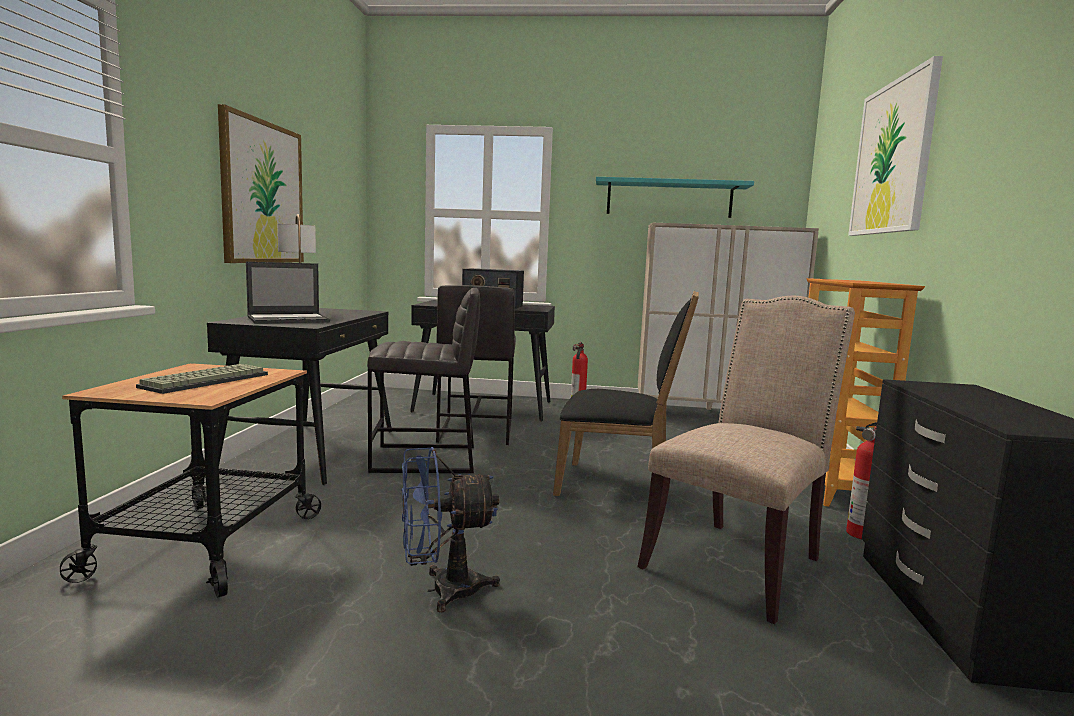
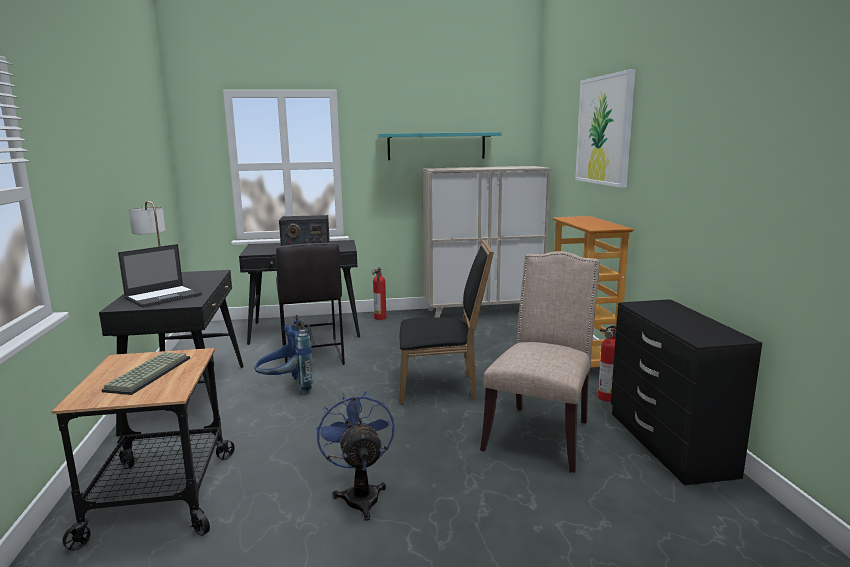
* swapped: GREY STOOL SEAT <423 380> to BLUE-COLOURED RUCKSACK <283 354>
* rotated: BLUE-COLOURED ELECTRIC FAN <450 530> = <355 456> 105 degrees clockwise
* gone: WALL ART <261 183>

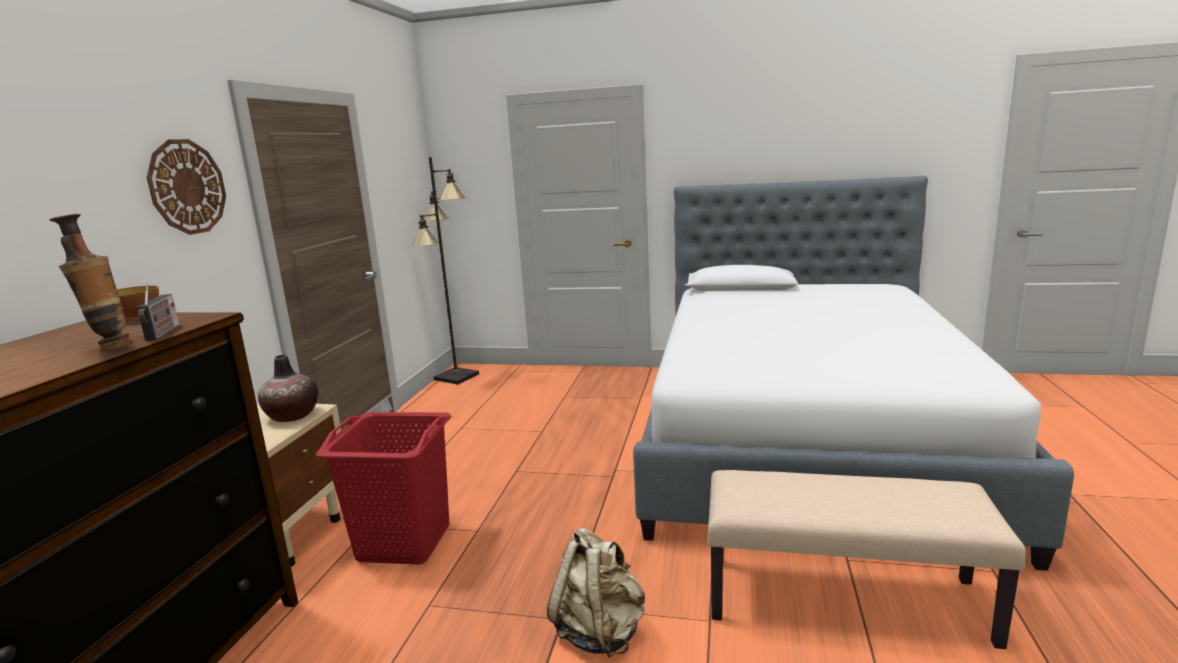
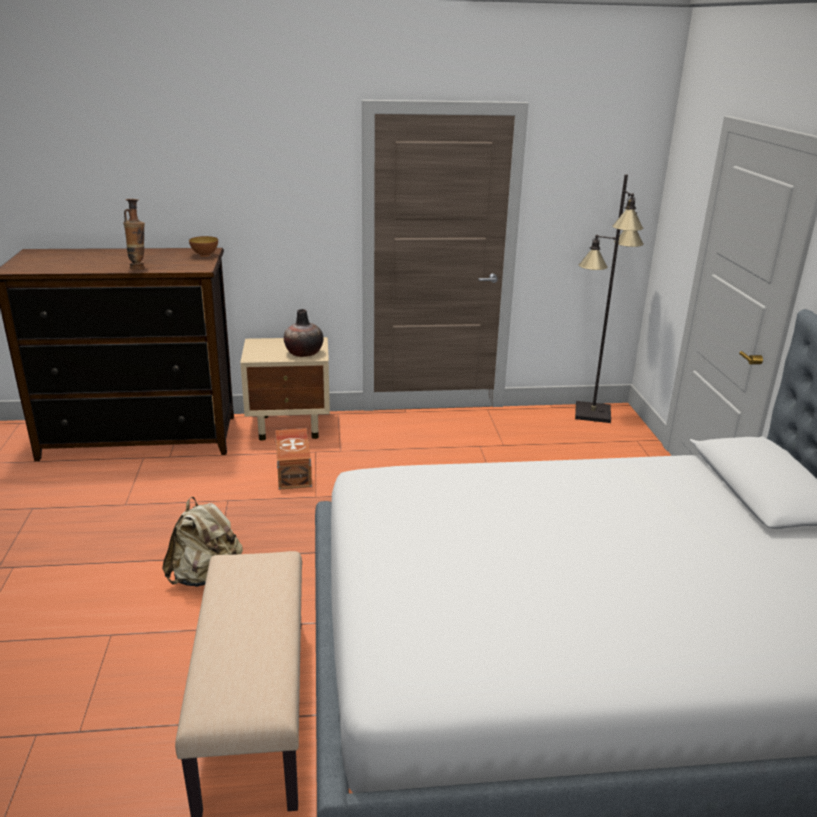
* swapped: REDDISH LAUNDRY BASKET <383 488> to BROWN STORAGE BIN <293 459>
* gone: RADIO <158 312>
* gone: CLOCK ON THE WALL <186 187>

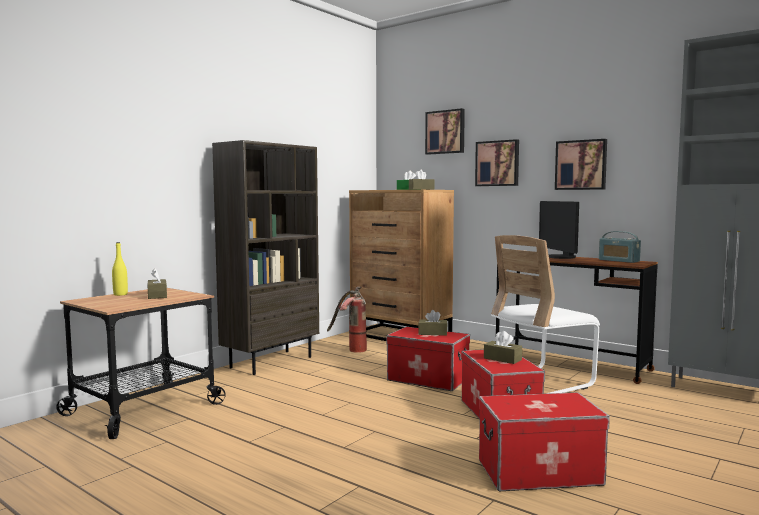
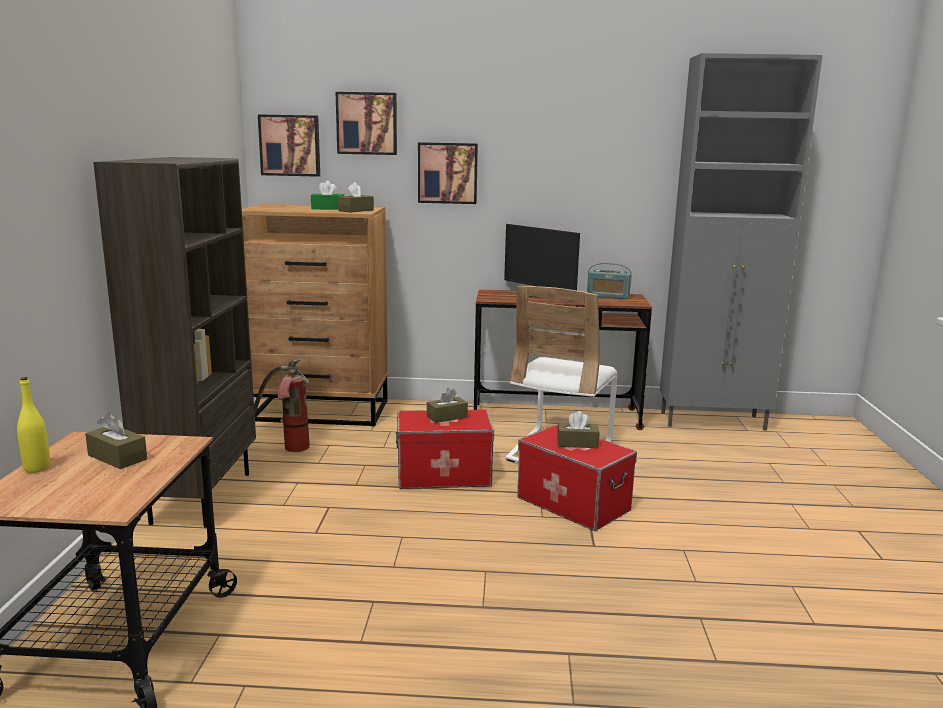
* shifted: WALL ART <581 164> to <289 145>
* gone: STORAGE BIN <544 441>

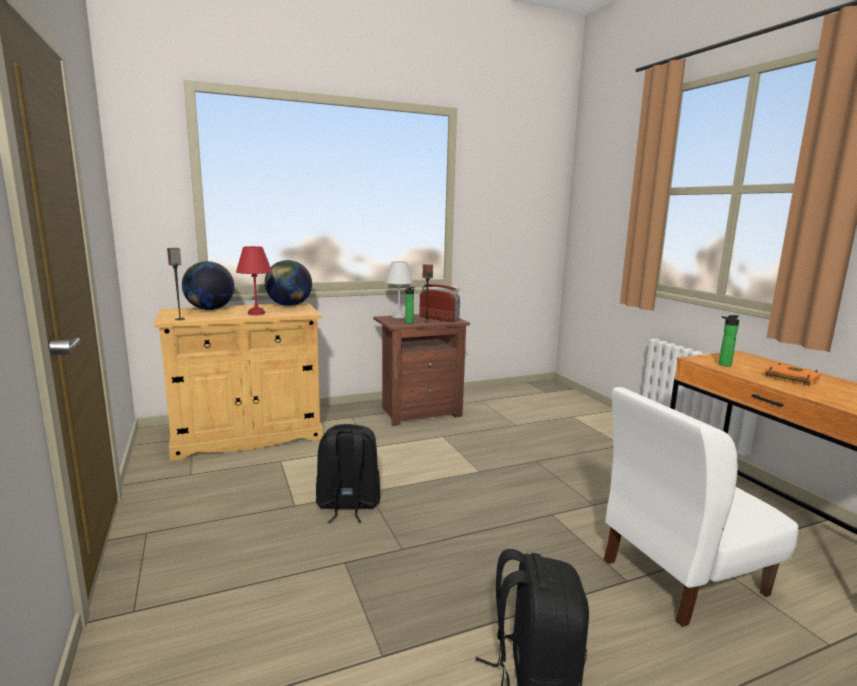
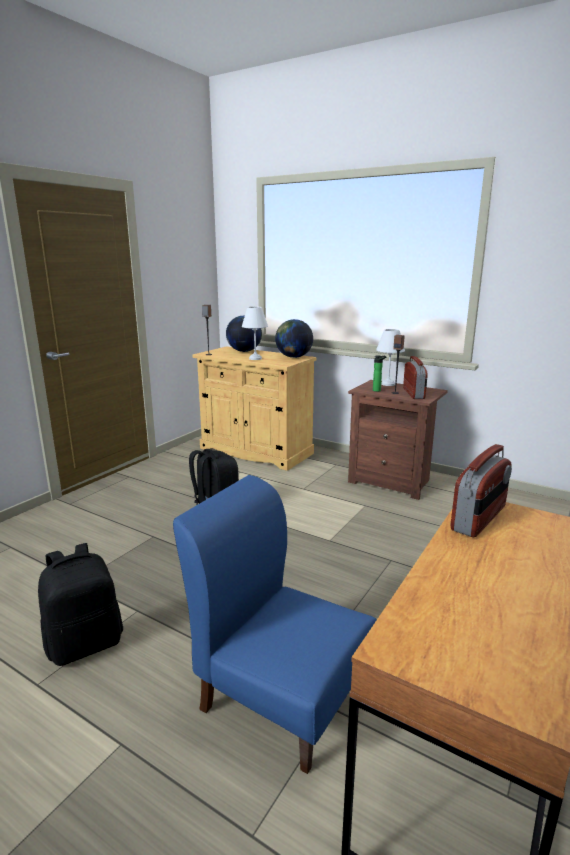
* repainted: WHITISH UPRIGHT CHAIR <700 507> to BLUE-COLOURED UPRIGHT CHAIR <275 624>
* repainted: REDDISH LAMP FOR A TABLE <254 280> to WHITISH LAMP FOR A TABLE <255 333>
* swapped: BOTTLE <729 341> to RADIO <481 490>
* gone: ORANGEY VOLUME <793 374>

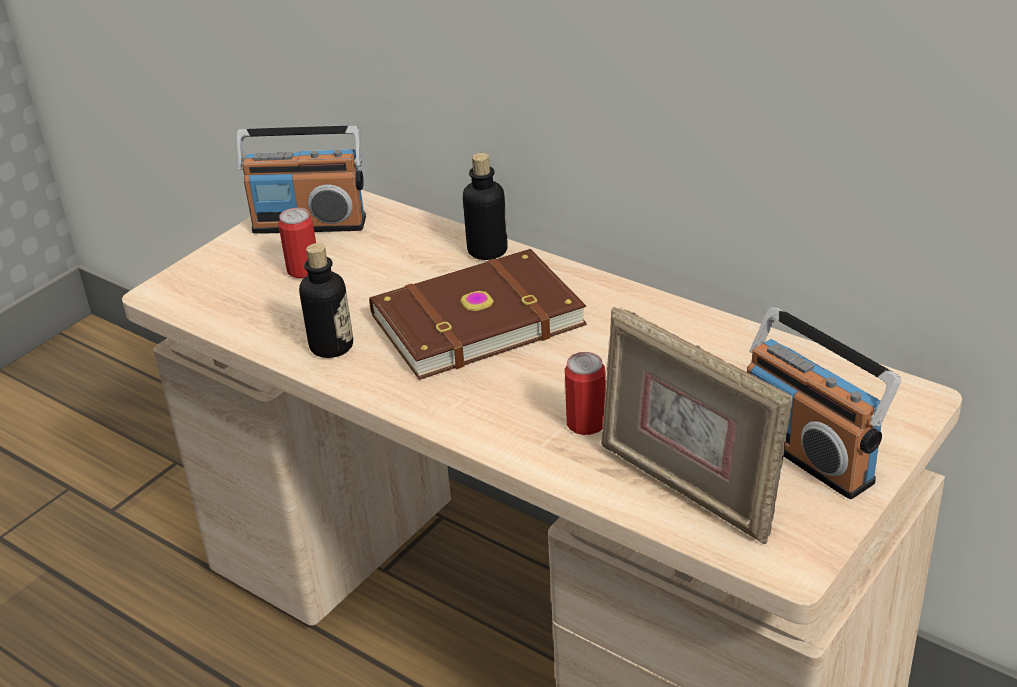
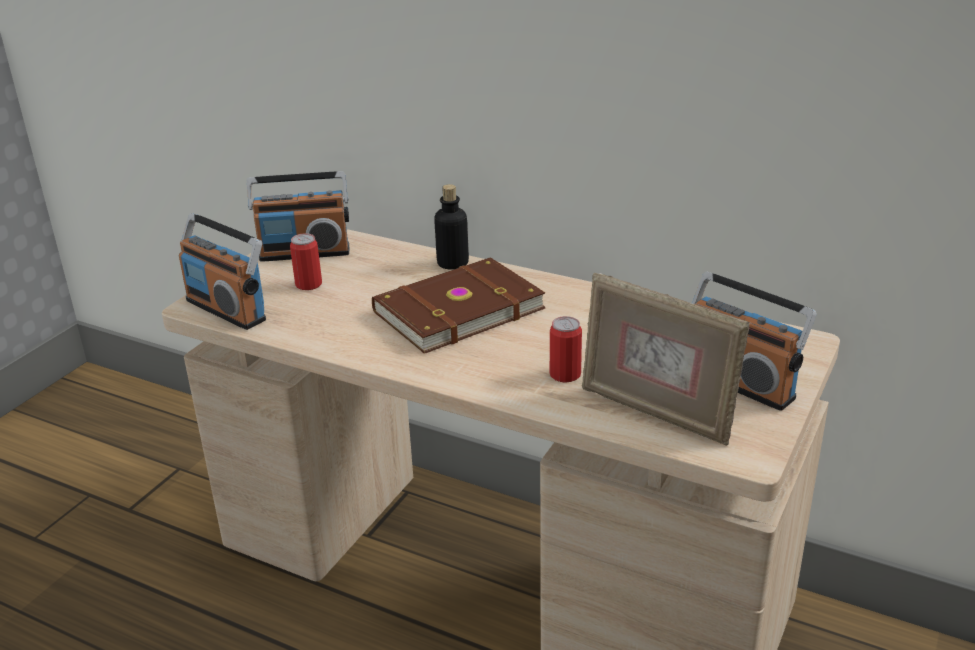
* new: RADIO <222 271>
* gone: BOTTLE <326 300>

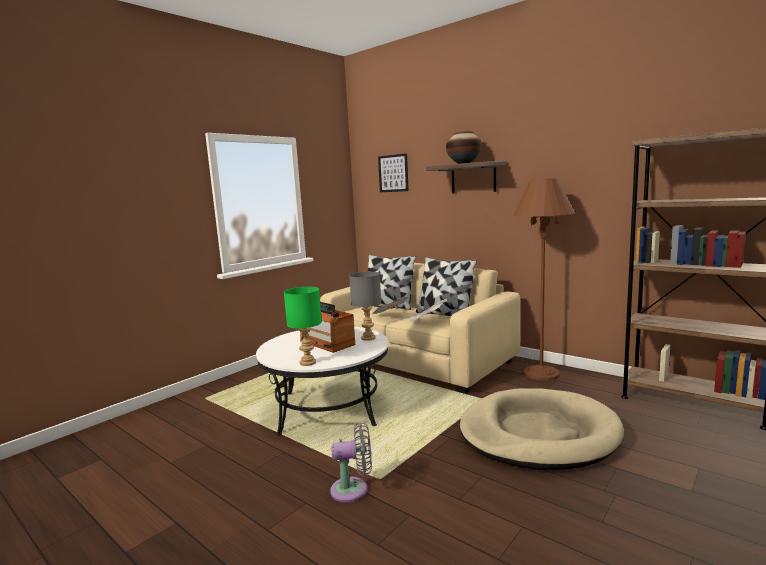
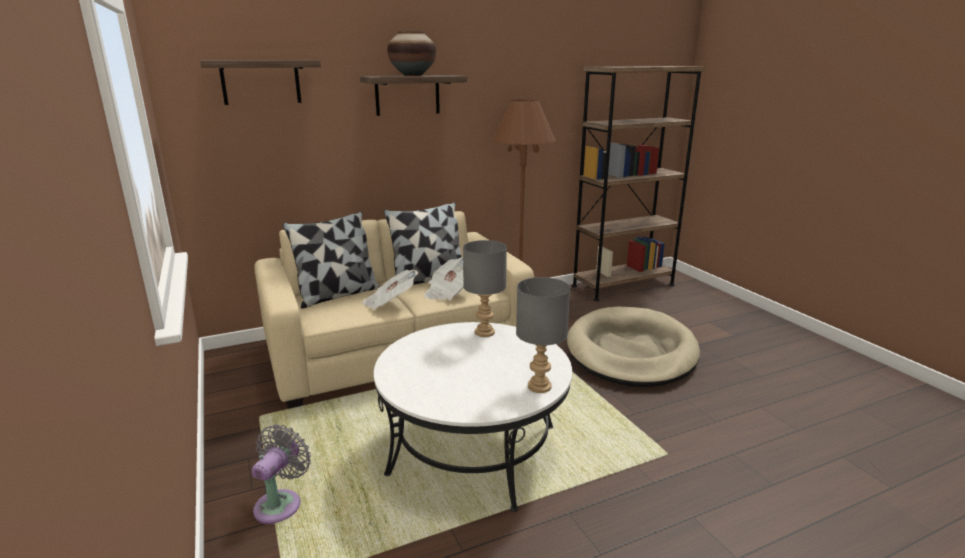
* swapped: WALL ART <393 172> to SHELF <260 82>
* shifted: GREY ELECTRIC FAN <351 462> to <281 474>
* repainted: GREENISH LAMP FOR A TABLE <303 326> to GREY LAMP FOR A TABLE <543 335>
* gone: RADIO <327 327>

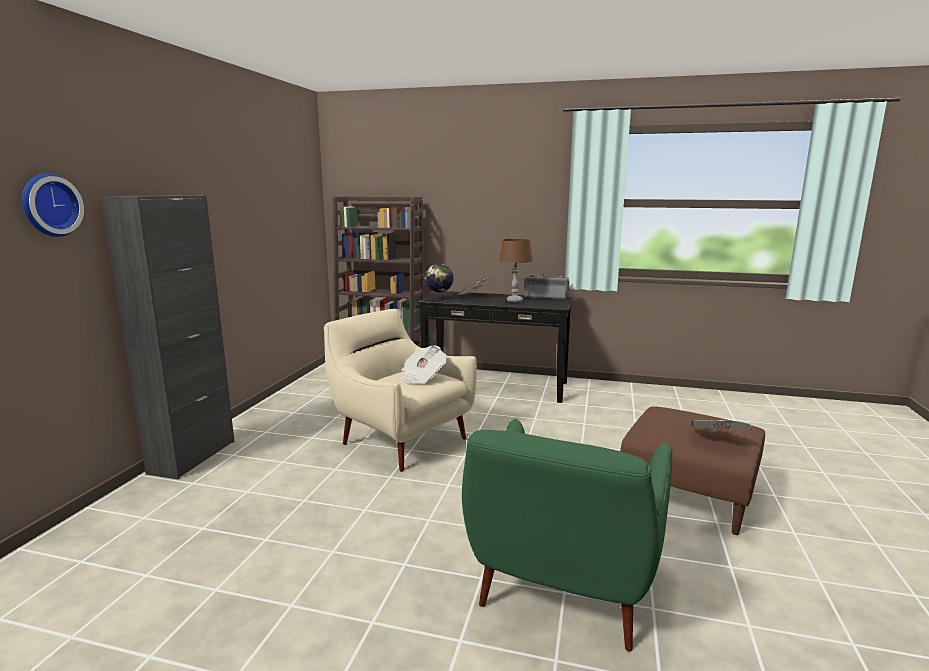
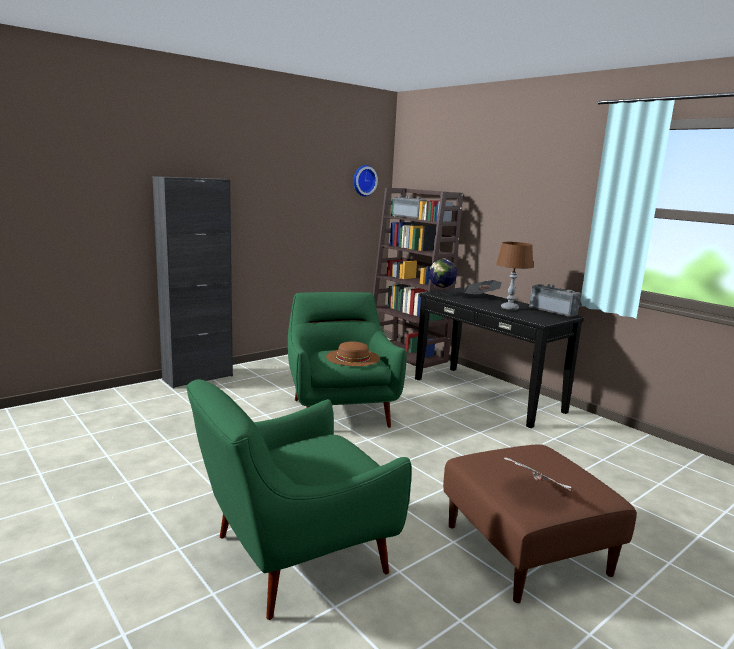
* repainted: SAND-COLOURED EASY CHAIR <400 390> to GREENISH EASY CHAIR <347 360>
* swapped: NEWSPAPER <423 365> to BROWN WEARABLE HAT <353 353>
* shifted: CLOCK ON THE WALL <53 205> to <365 180>
* new: RADIO <410 207>

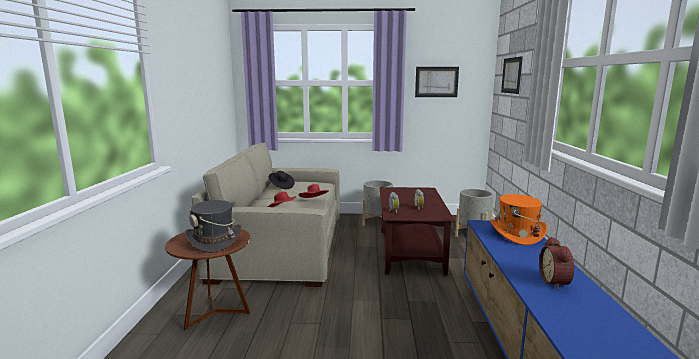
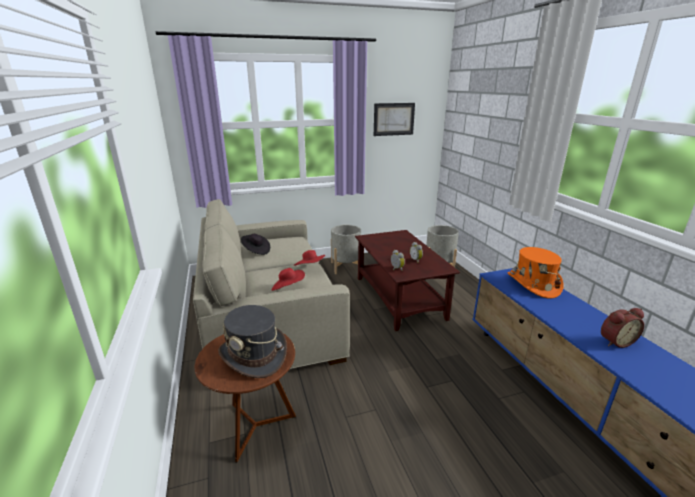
* rotated: TABLE CLOCK <556 263> = <622 328> 90 degrees counterclockwise
* gone: WALL ART <512 75>

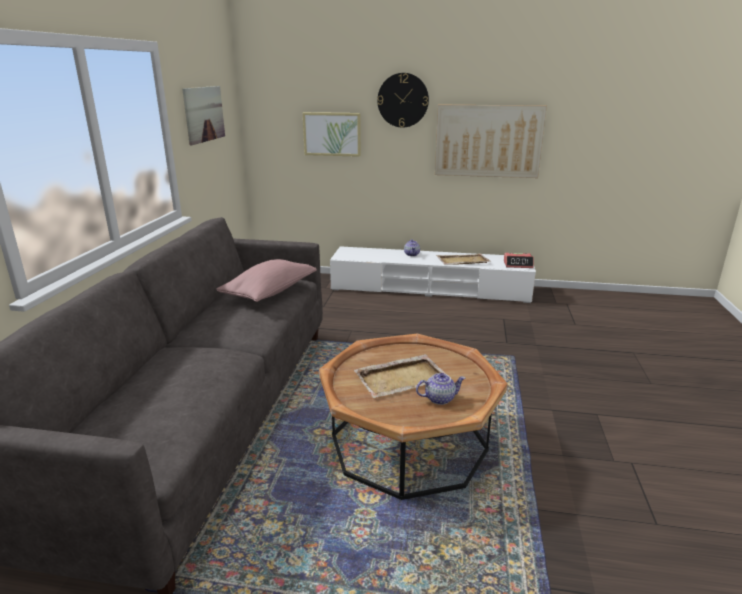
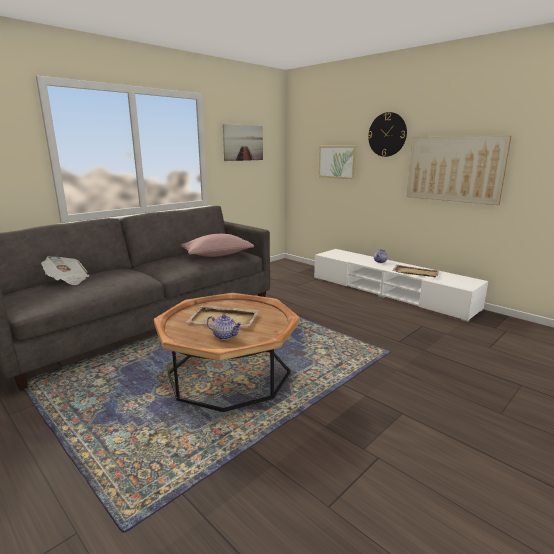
* new: NEWSPAPER <65 270>
* gone: TABLE CLOCK <519 260>

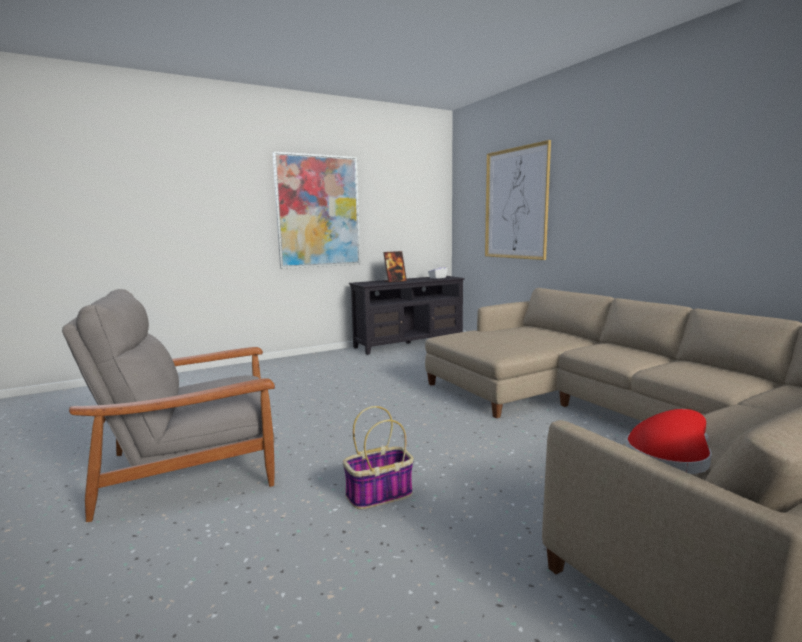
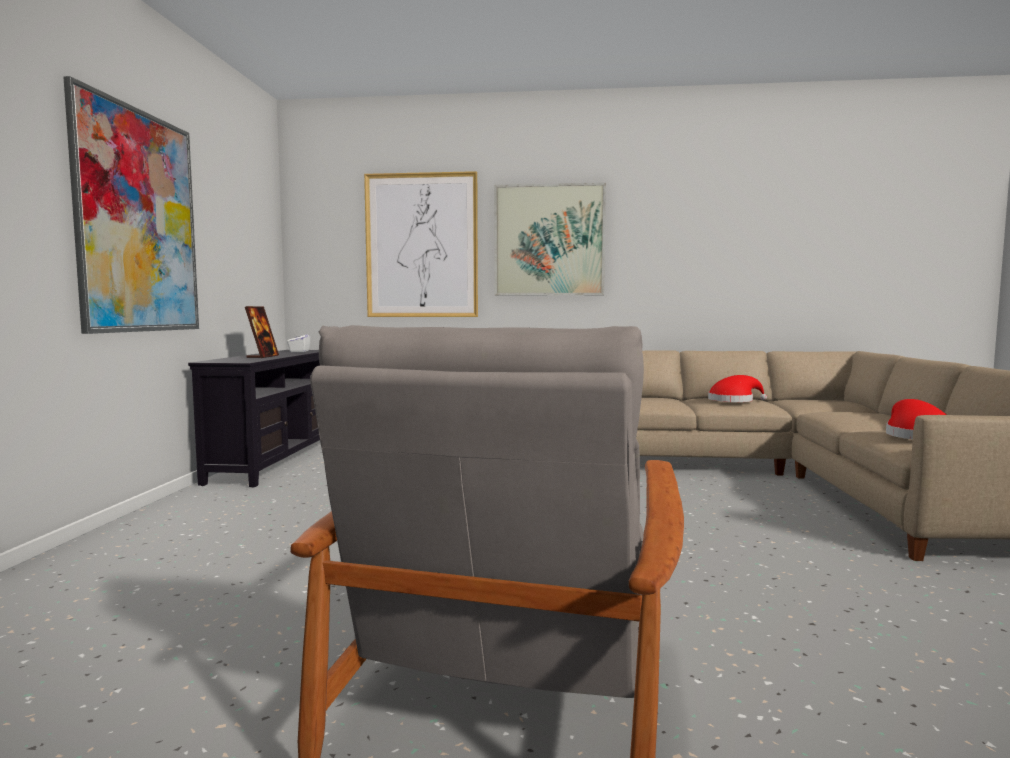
* new: WALL ART <550 239>
* new: REDDISH WEARABLE HAT <737 388>
* gone: STORAGE BASKET <378 457>

